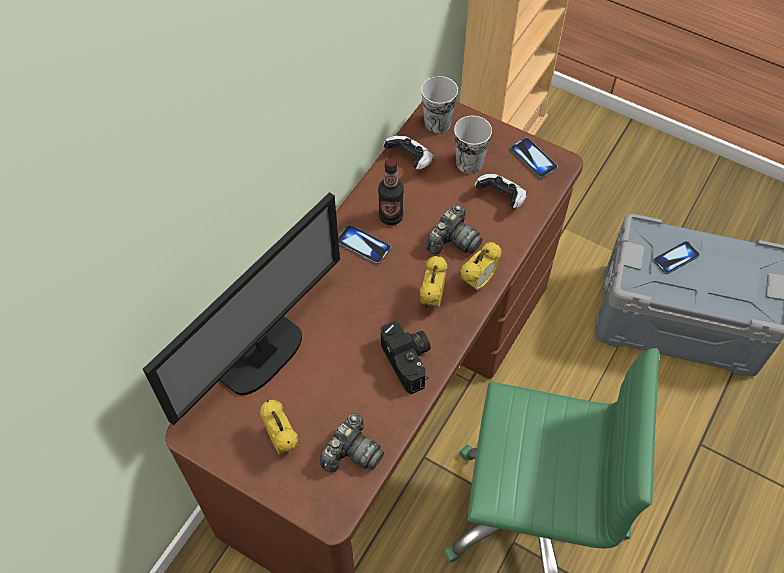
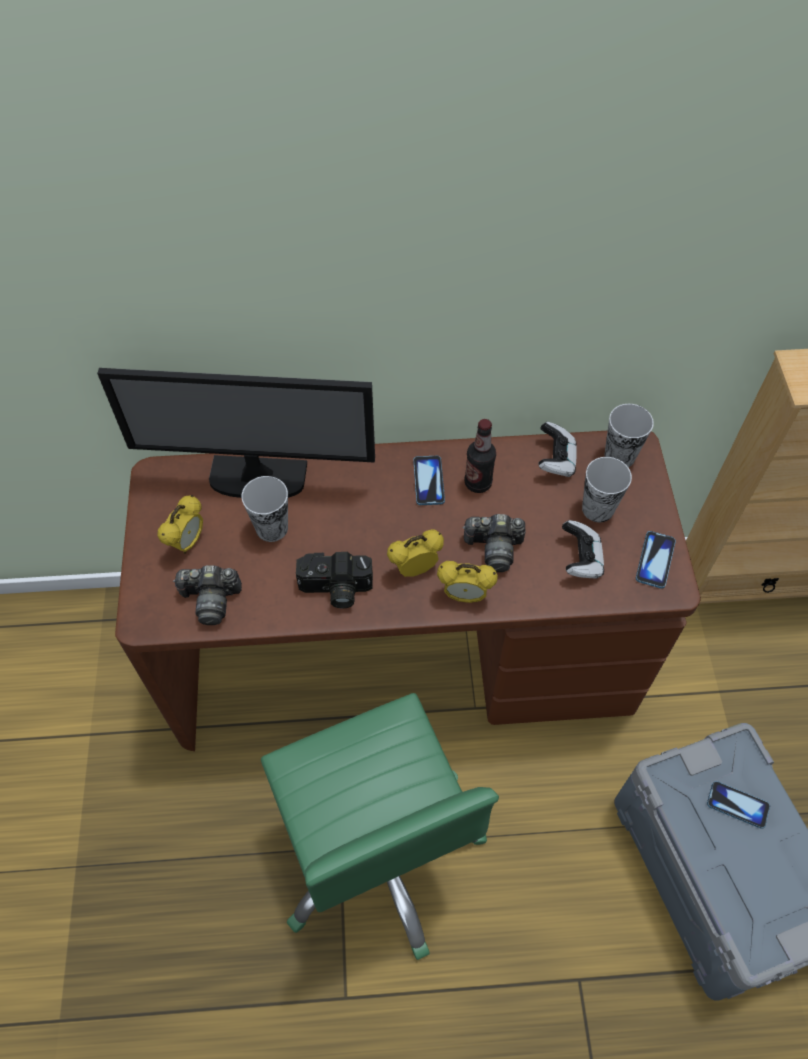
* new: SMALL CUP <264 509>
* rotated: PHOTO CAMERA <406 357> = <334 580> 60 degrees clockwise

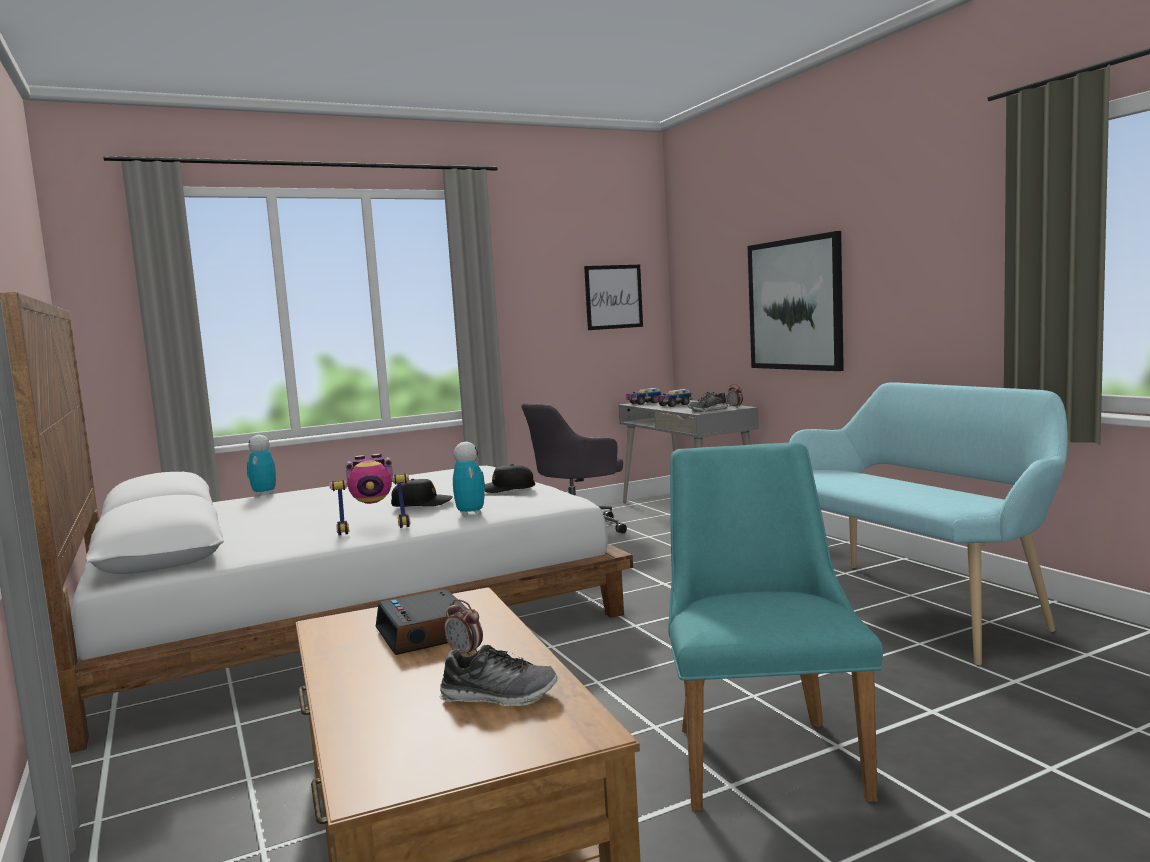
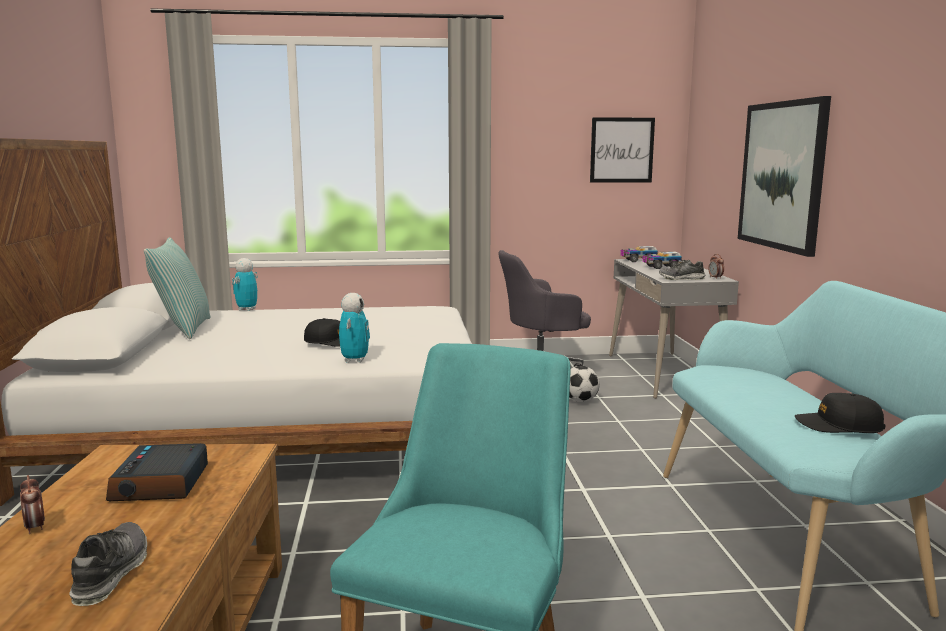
* shifted: TABLE CLOCK <463 627> to <32 504>
* rotated: LOW SHOE <499 675> = <108 564> 120 degrees counterclockwise
* new: THROW PILLOW <177 288>
* new: FOOTBALL BALL <584 384>
* shifted: BLACK BASEBALL CAP <509 478> to <840 413>
* gone: TOY ROBOT <369 494>

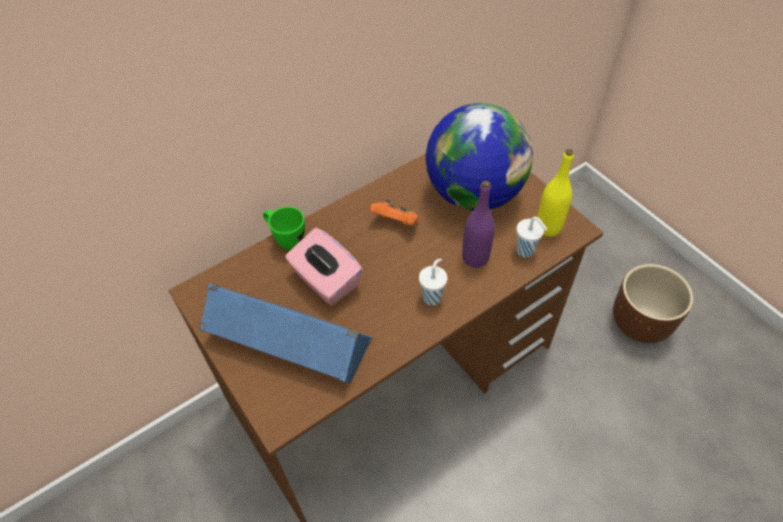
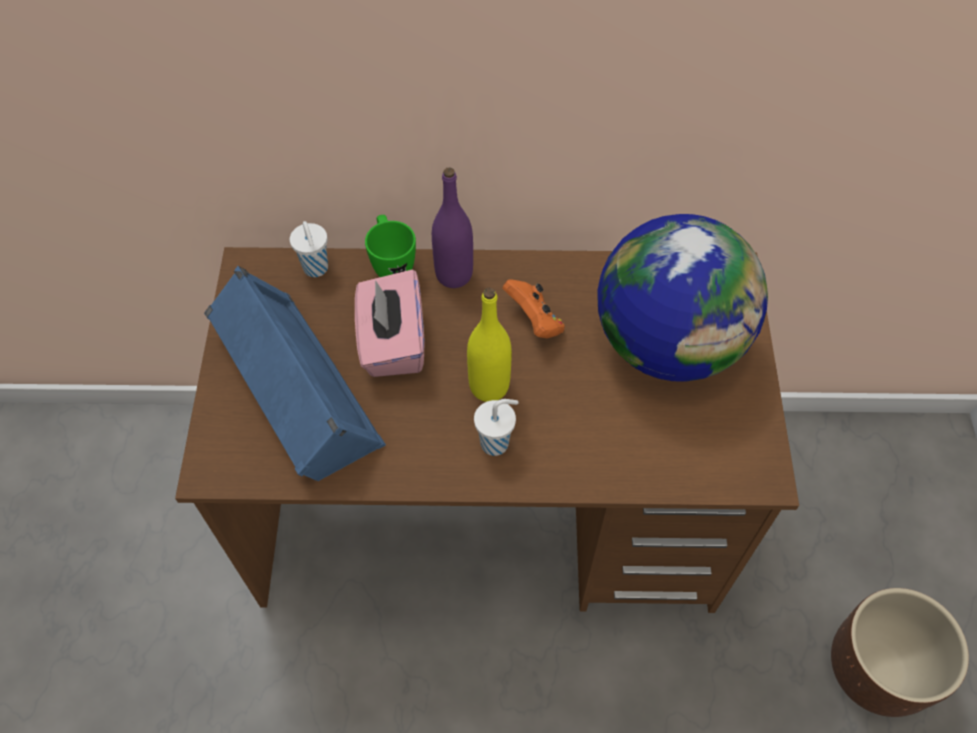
* shifted: WHITISH SMALL CUP <531 237> to <309 249>
* shifted: PURPLE-COLOURED BOTTLE <478 224> to <452 227>
* shifted: YELLOWISH BOTTLE <555 193> to <489 345>

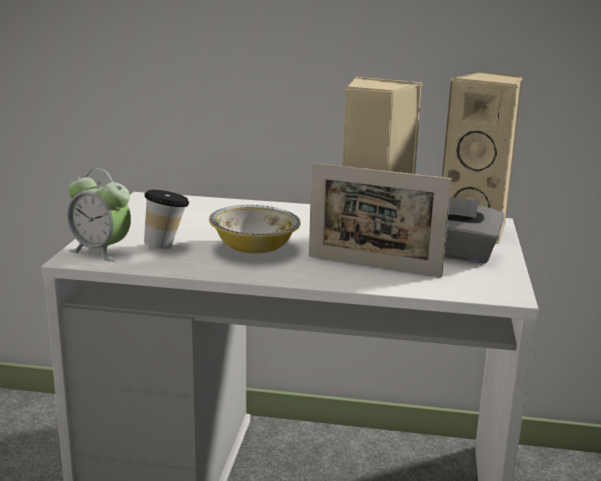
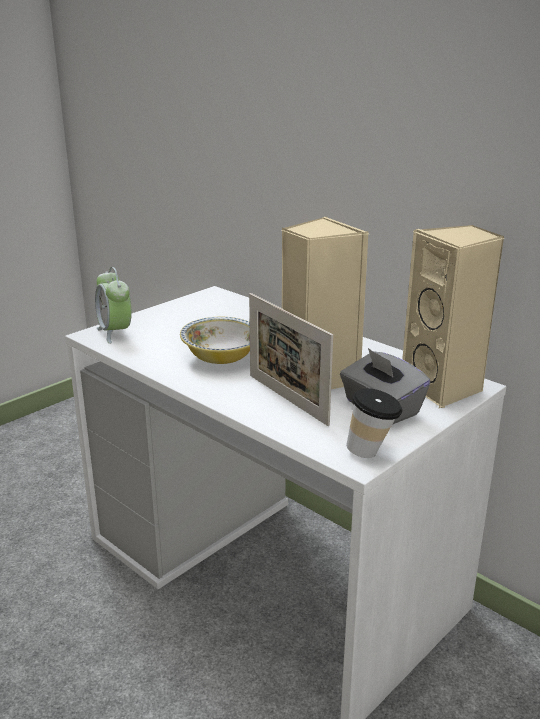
* shifted: SMALL CUP <166 219> to <374 423>

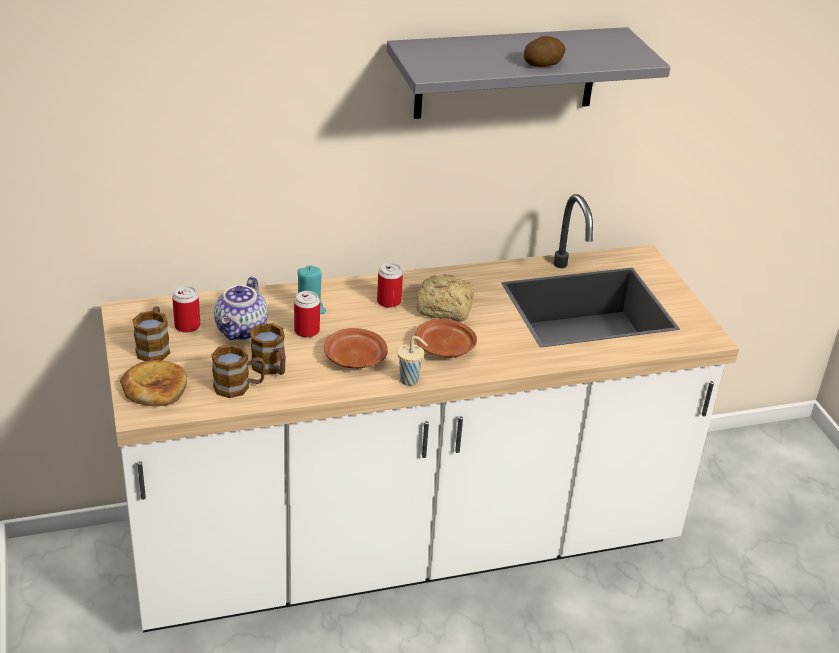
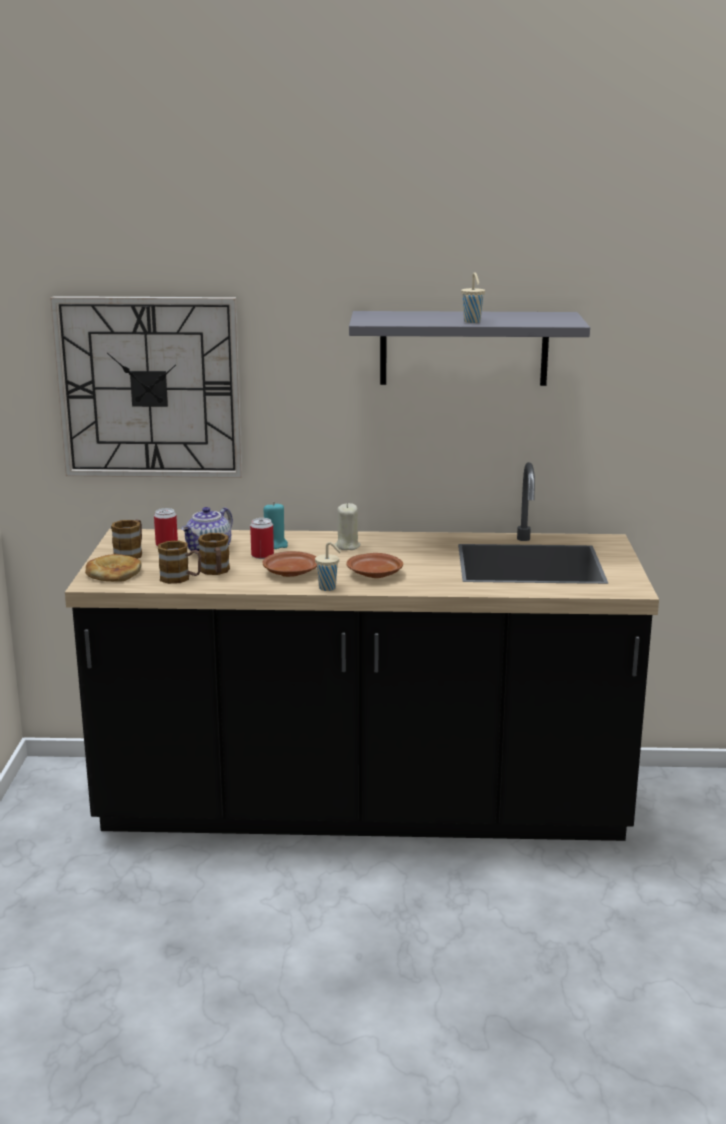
* new: CLOCK ON THE WALL <146 387>
* repainted: WHITISH KITCHEN BASE UNIT <420 413> to BLACK KITCHEN BASE UNIT <362 651>
* swapped: CAN <390 285> to SAND-COLOURED WAX CANDLE <347 526>
* swapped: POTATO <544 51> to SAND-COLOURED SMALL CUP <473 297>
* gone: BREAD <445 298>

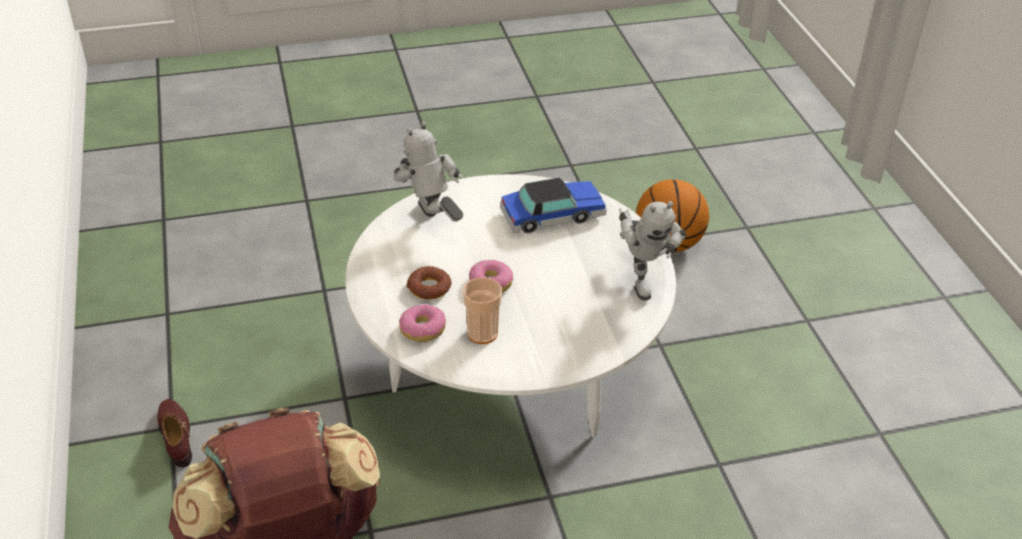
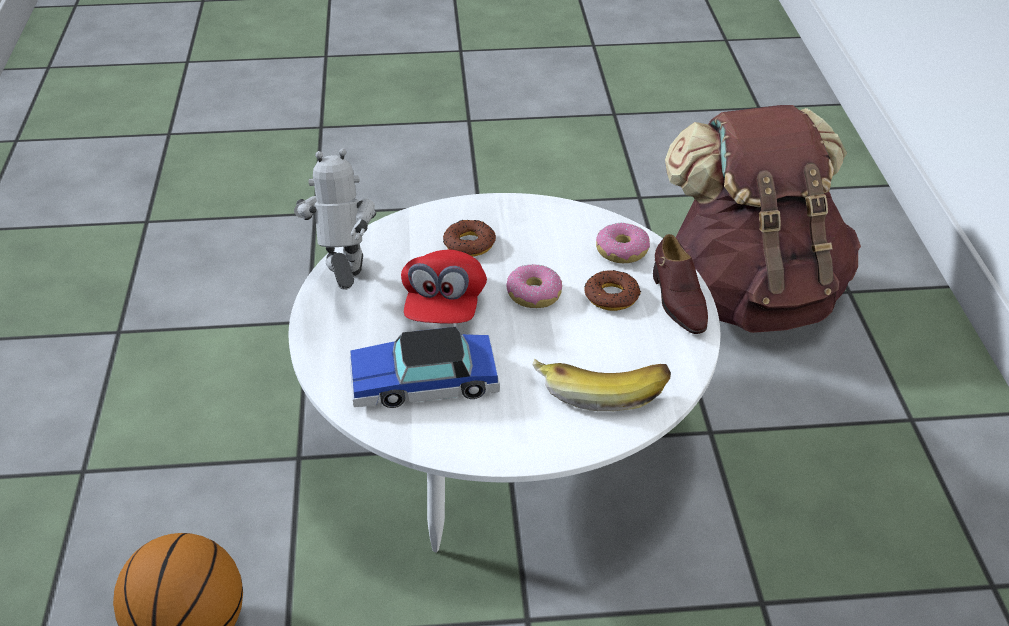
* new: REDDISH BASEBALL CAP <444 287>
* new: DOUGHNUT <469 238>
* swapped: TOY ROBOT <428 172> to WHOLE BANANA <601 385>
* shifted: BROWN LOW SHOE <174 433> to <680 284>
* gone: SMALL CUP <482 310>

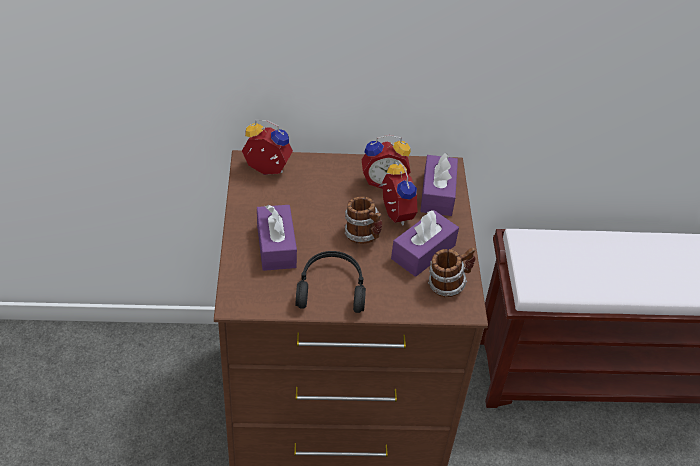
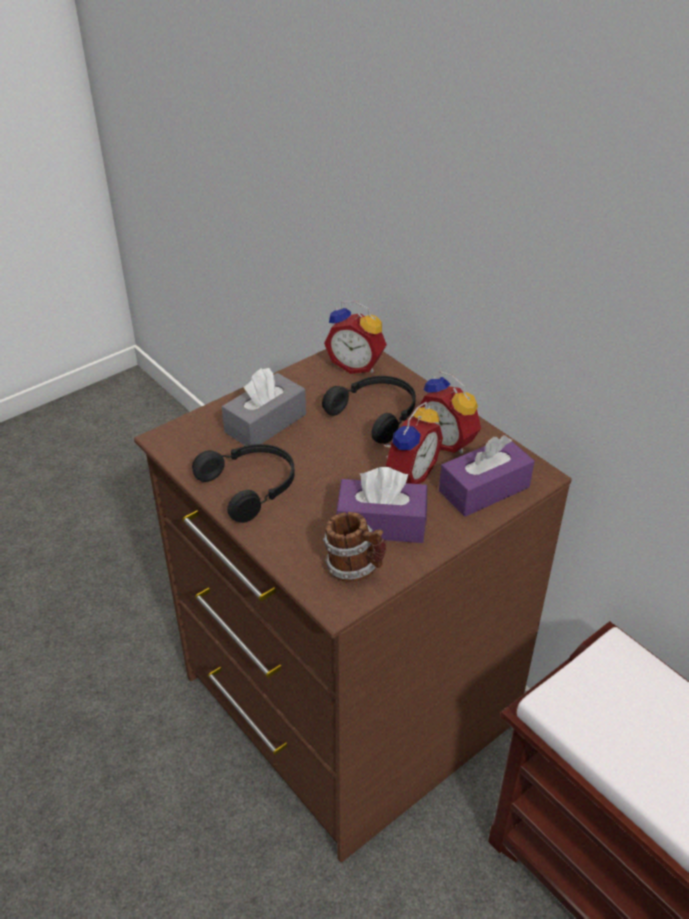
* repainted: PURPLE-COLOURED TISSUE HOLDER <277 238> to GREY TISSUE HOLDER <264 407>
* new: BLACK HEADPHONES <369 410>
* rotated: TABLE CLOCK <267 147> = <355 337> 135 degrees clockwise
* gone: COFFEE MUG <363 220>

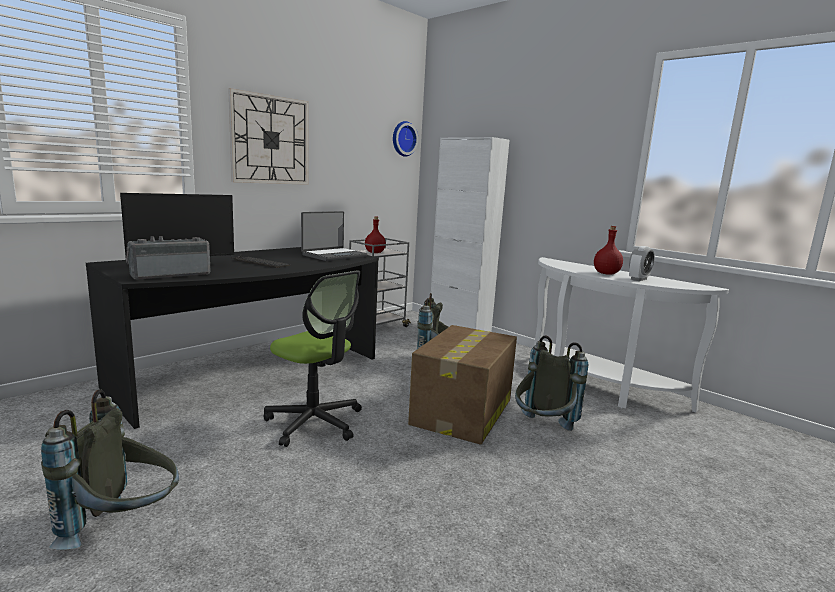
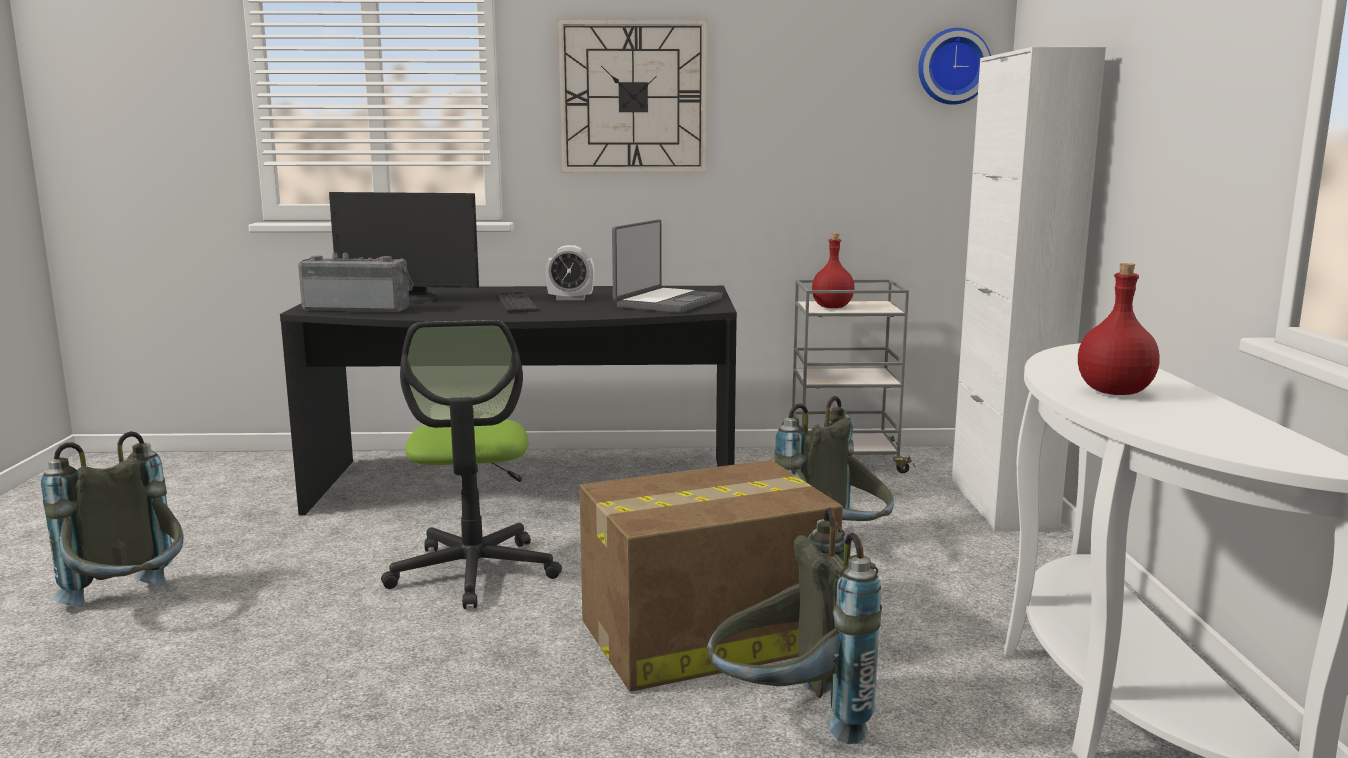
* shifted: TABLE CLOCK <642 263> to <570 272>
* rotated: LAPTOP <334 236> = <667 266> 60 degrees counterclockwise

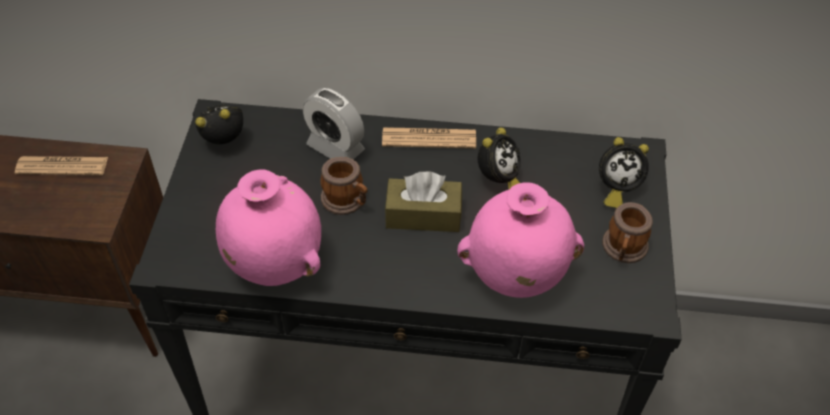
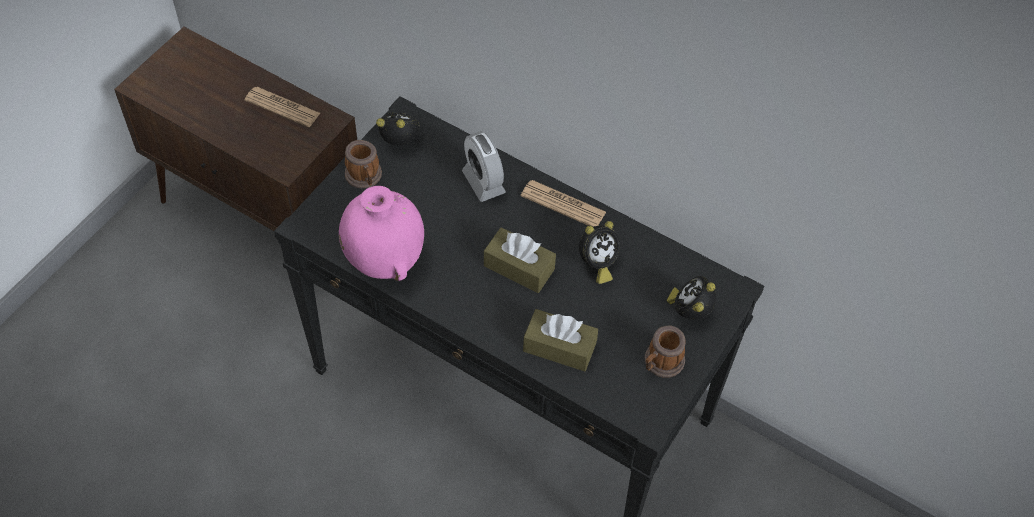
* shifted: COFFEE MUG <343 186> to <363 164>
* swapped: PINK-COLOURED DECORATIVE VASE <520 240> to BROWN TISSUE HOLDER <560 340>
* rotated: TABLE CLOCK <624 172> = <691 298> 90 degrees clockwise

